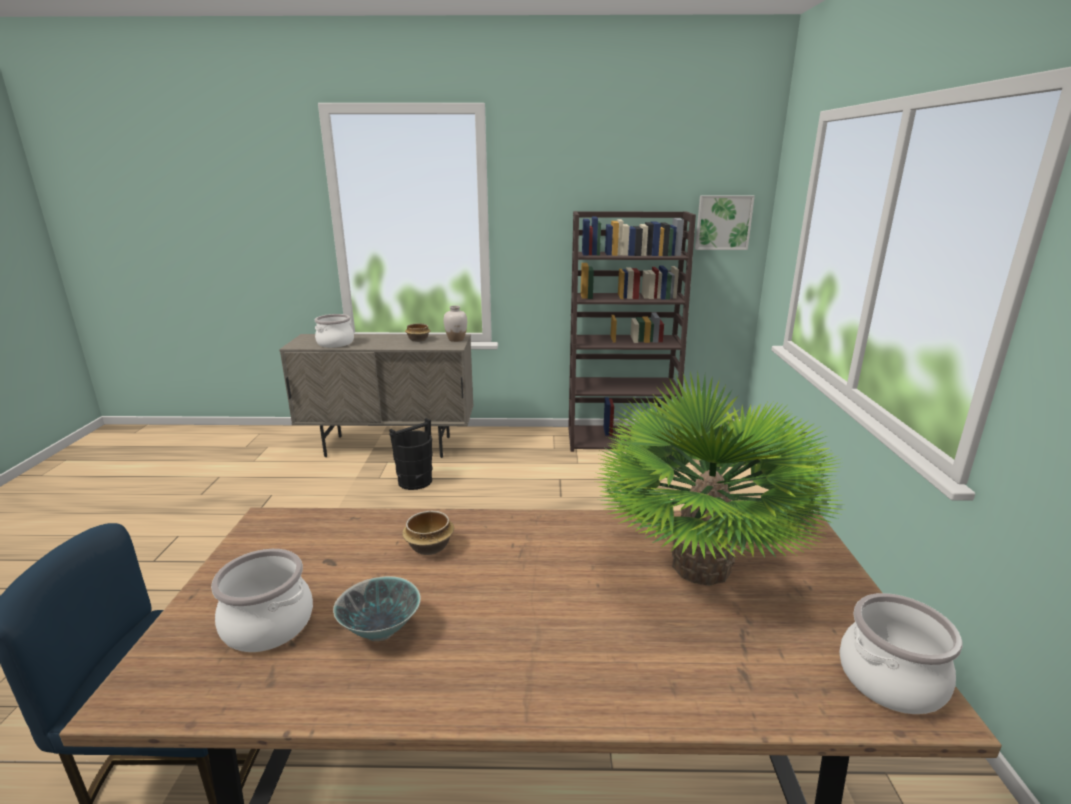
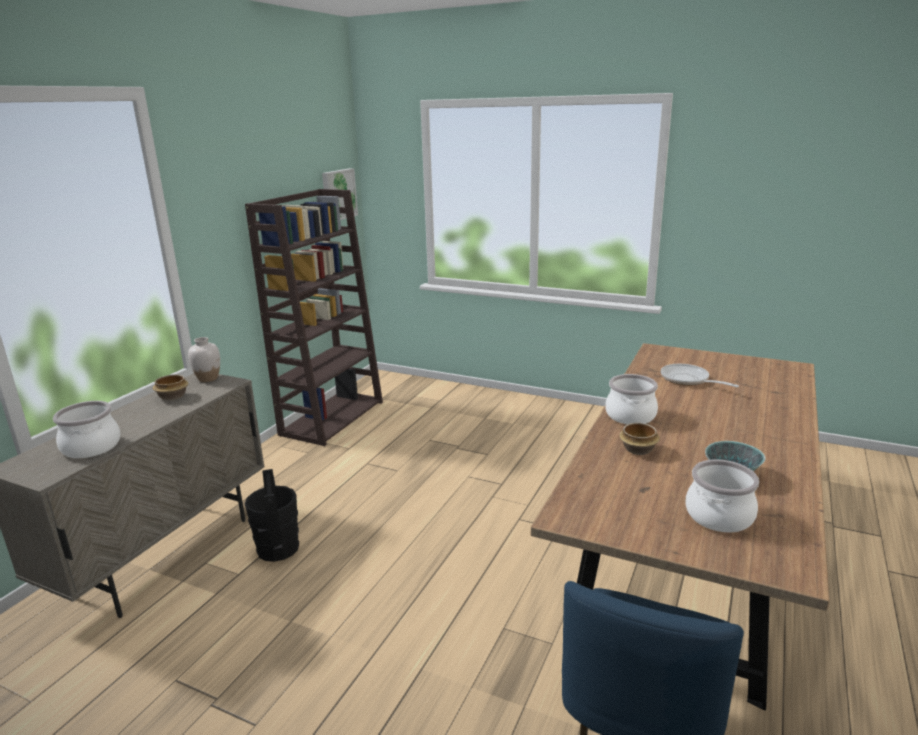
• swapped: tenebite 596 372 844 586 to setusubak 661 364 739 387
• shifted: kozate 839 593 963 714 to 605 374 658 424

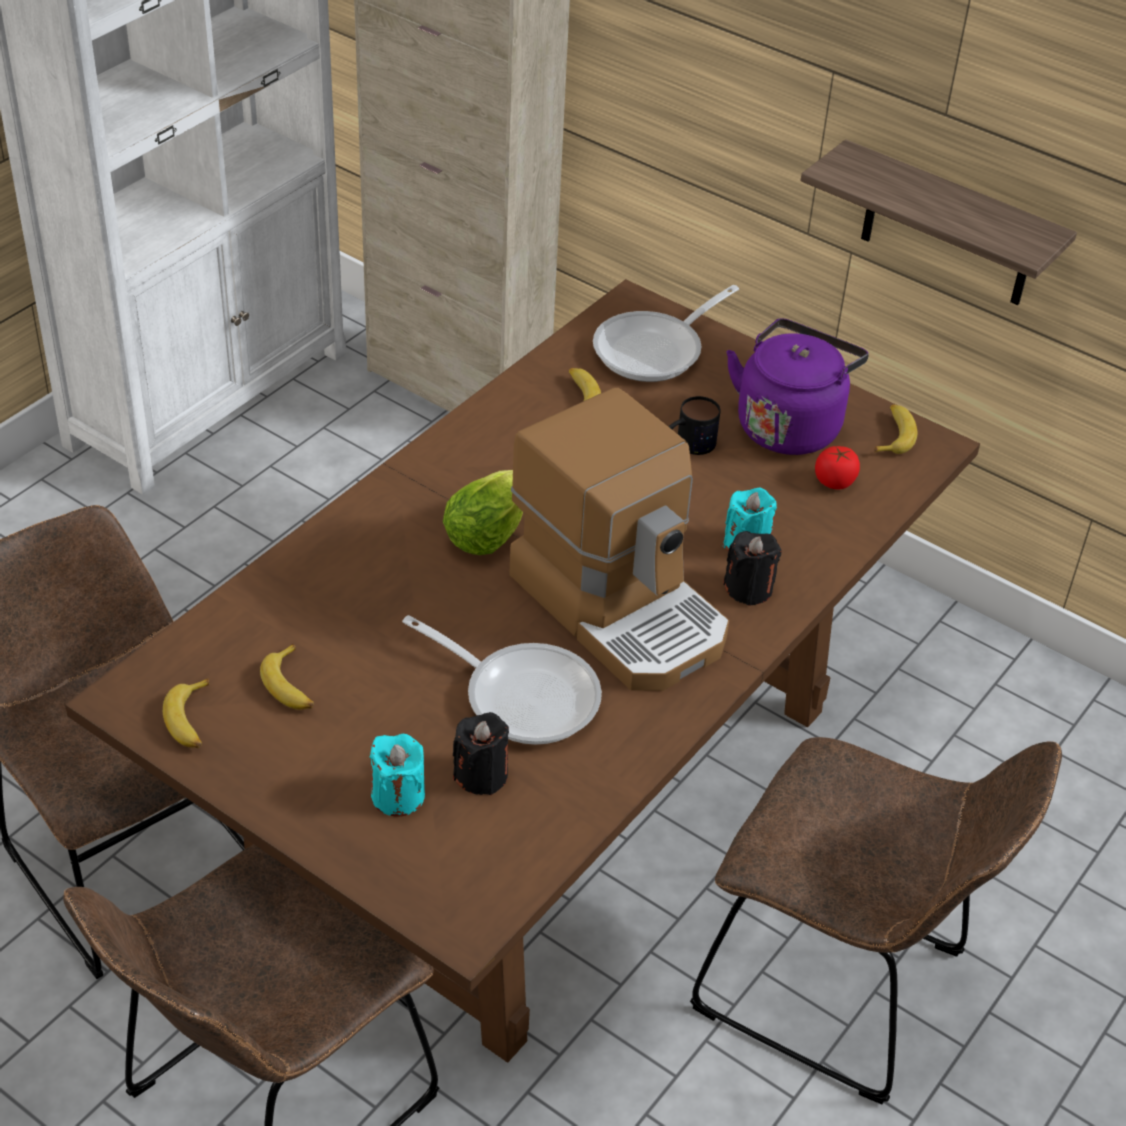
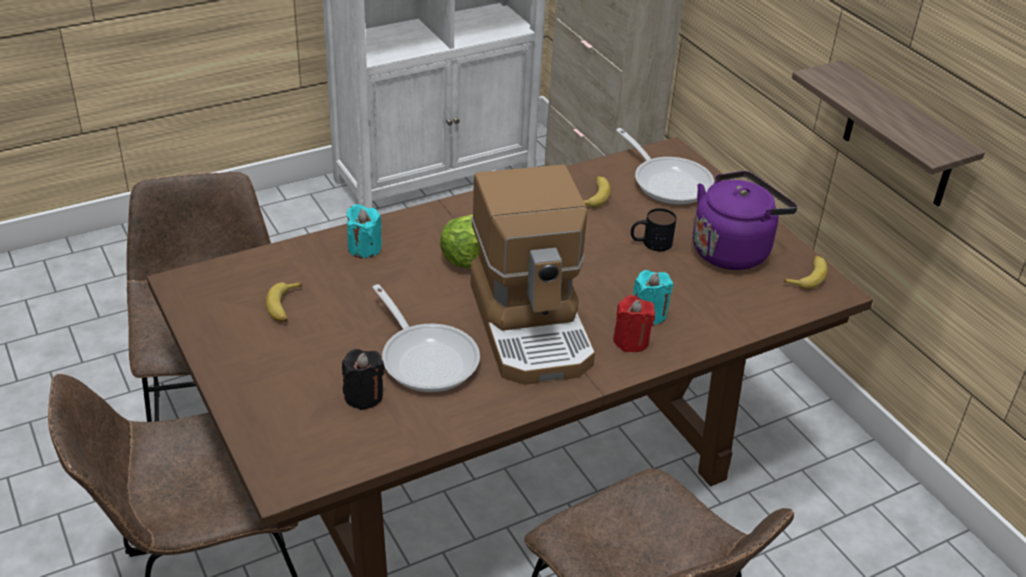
• gone: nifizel 163 678 209 748
• shifted: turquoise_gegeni 369 734 425 817 to 347 204 382 258
• rotated: setusubak 593 285 739 382 = 616 128 714 205 105 degrees counterclockwise
• repainted: black_gegeni 723 531 782 606 to red_gegeni 613 295 655 352
• gone: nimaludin 815 446 860 489

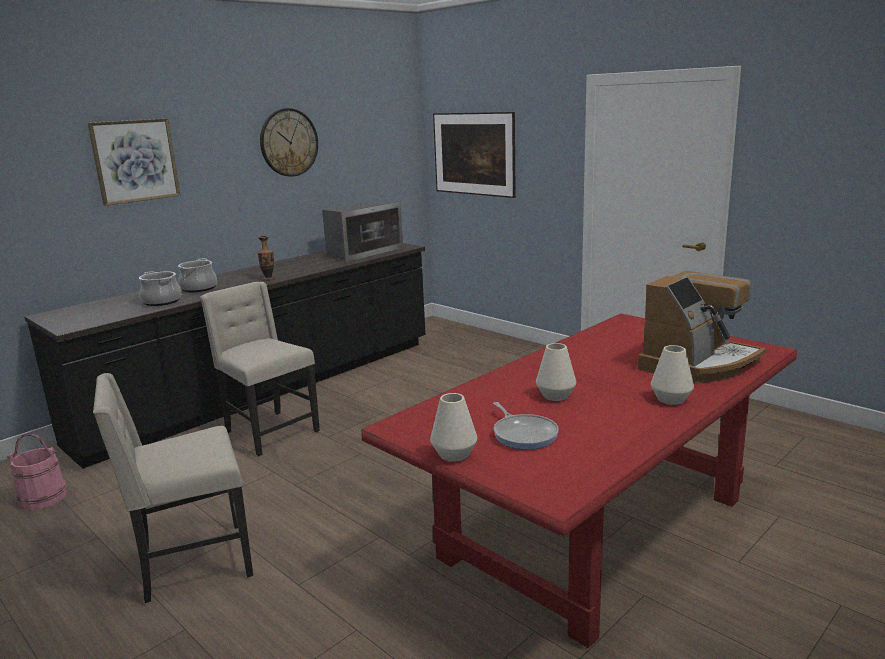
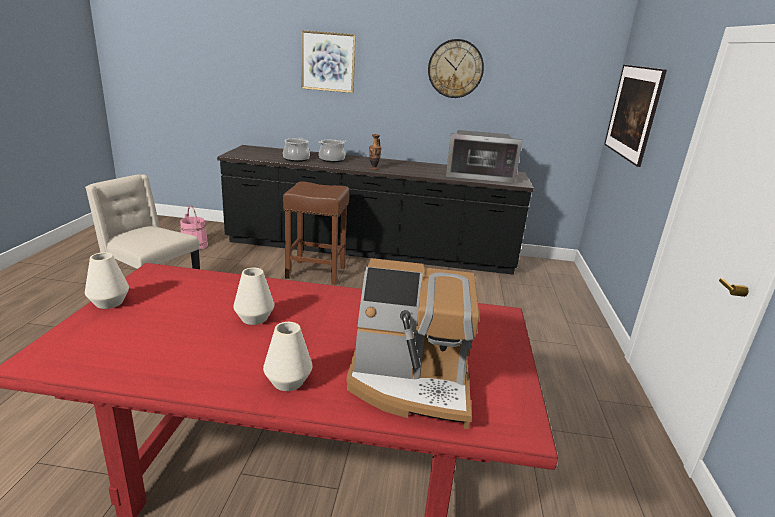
• swapped: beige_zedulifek 200 282 320 456 to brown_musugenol 283 181 350 285
• gone: setusubak 493 402 559 450

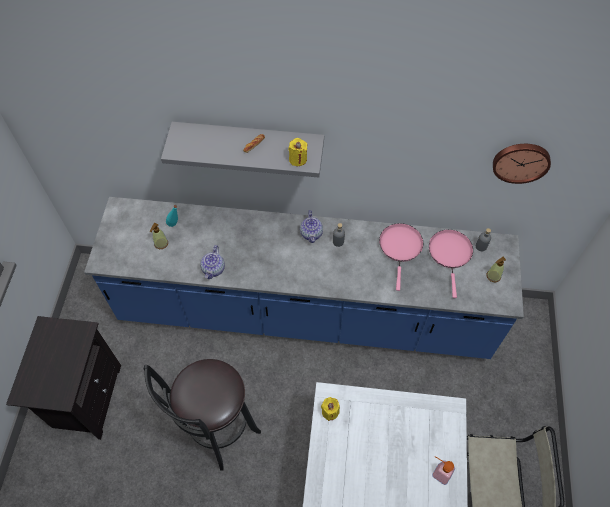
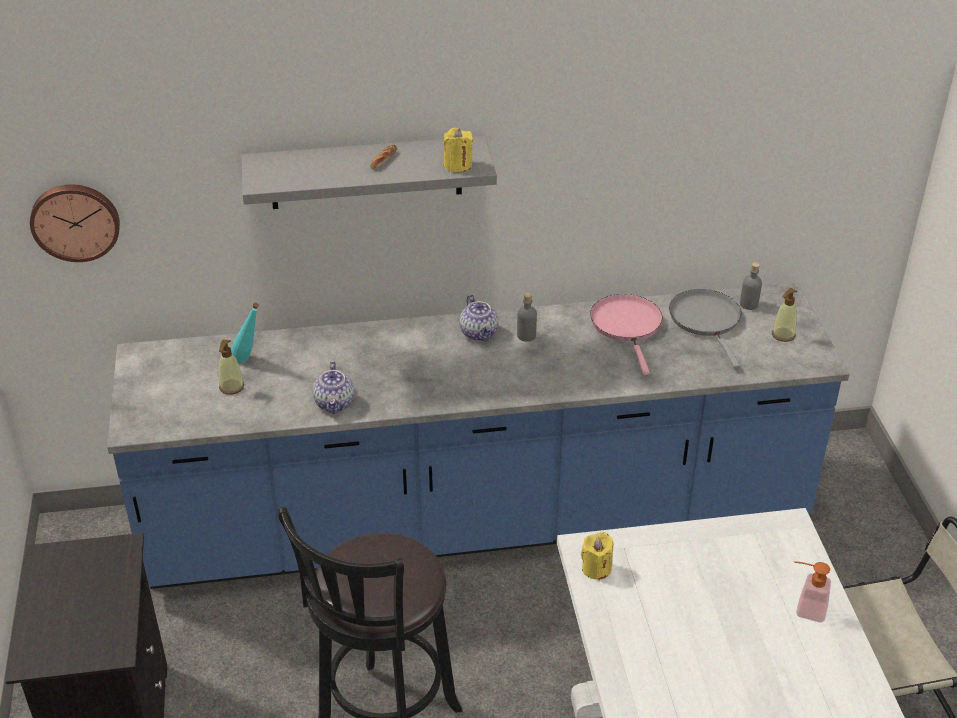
• repainted: pink_setusubak 429 229 473 298 to grey_setusubak 669 289 742 369
• shifted: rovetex 493 144 551 184 to 30 185 120 262

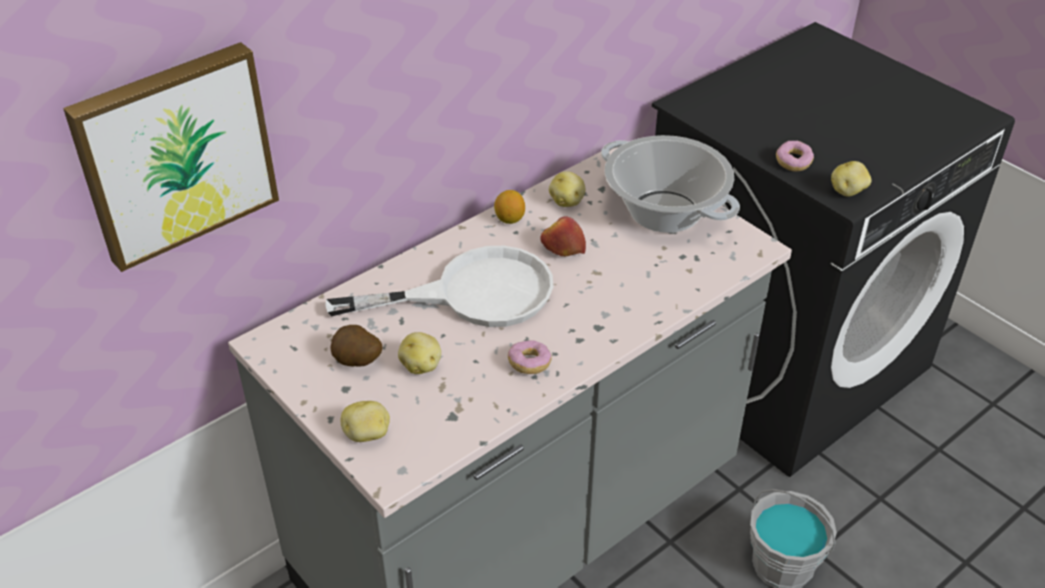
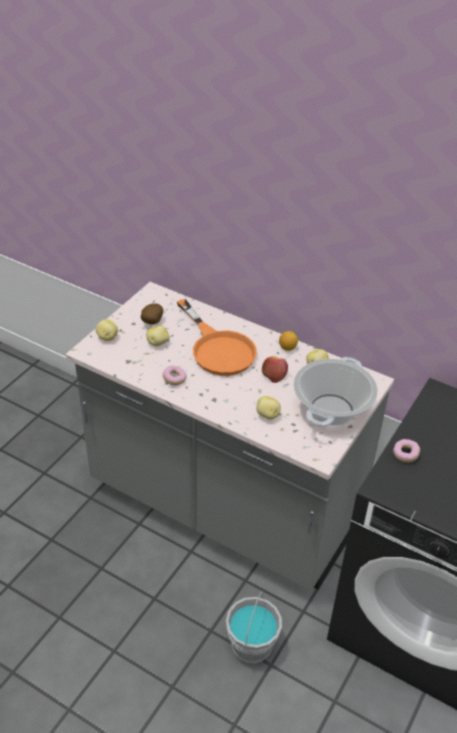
• gone: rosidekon 63 42 279 272
• repainted: white_setusubak 325 246 554 327 to orange_setusubak 177 299 257 376
• shifted: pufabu 831 161 872 197 to 256 396 281 419

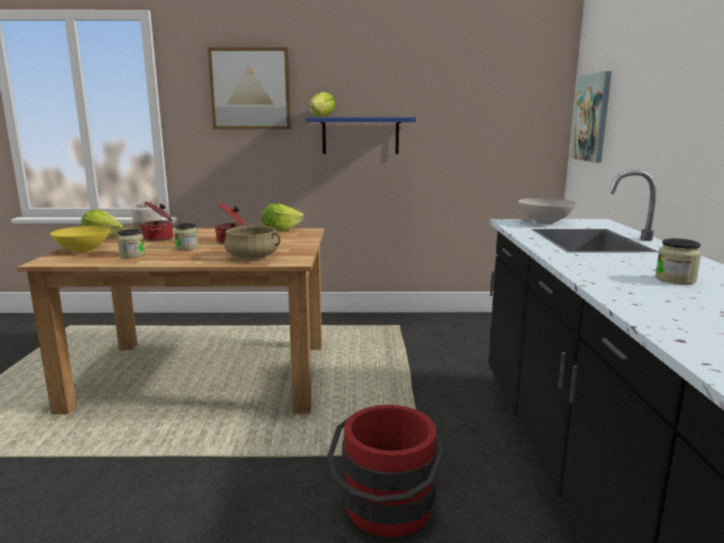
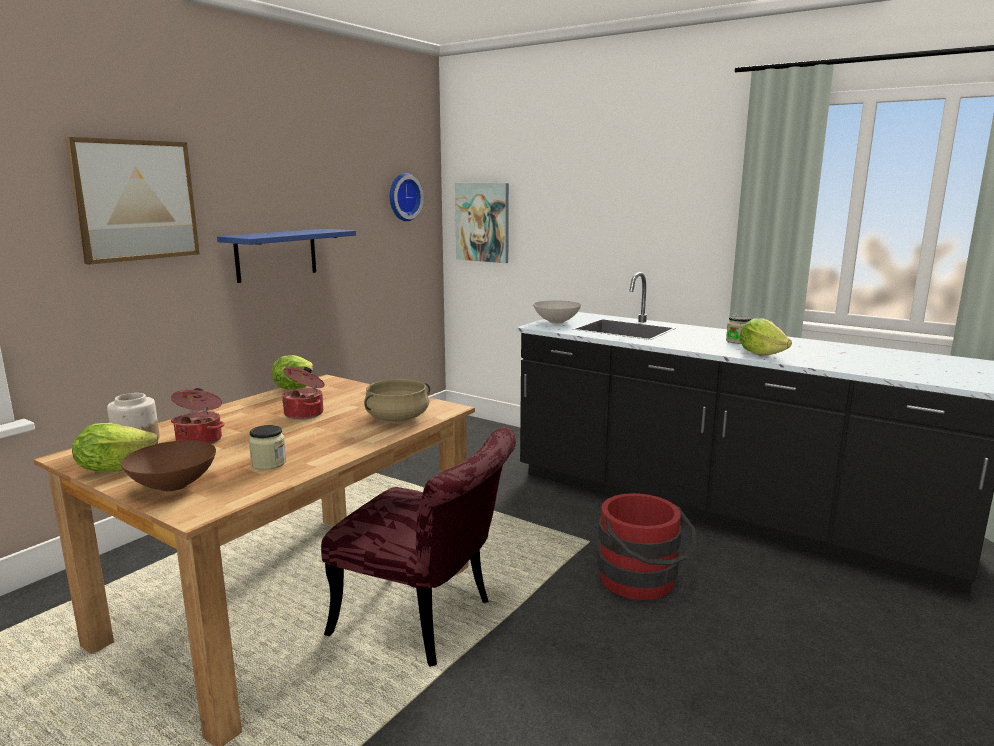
• repainted: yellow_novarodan 50 226 110 253 to brown_novarodan 121 440 216 492
• gone: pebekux 174 223 199 250
• shifted: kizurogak 310 92 336 117 to 740 318 792 355
• new: red_zedulifek 321 427 516 667
• new: rovetex 390 173 424 221

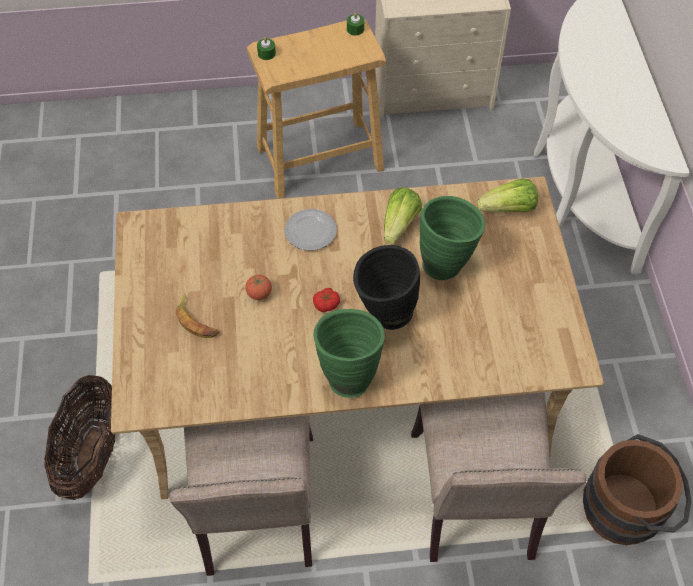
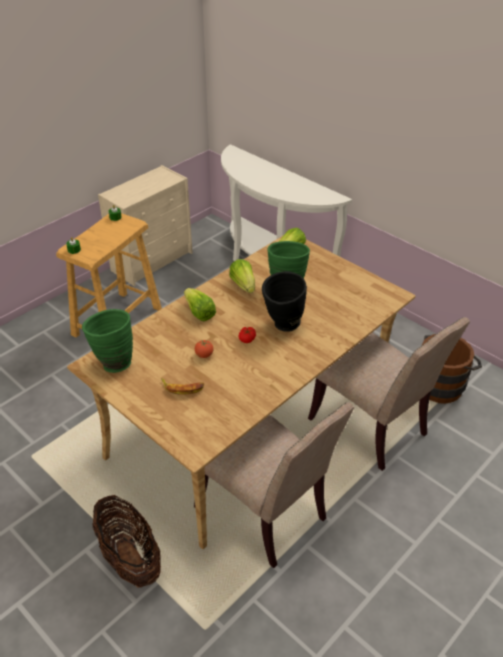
• swapped: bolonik 285 209 337 251 to kizurogak 184 288 216 321
• shifted: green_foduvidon 314 309 385 398 to 82 309 133 373

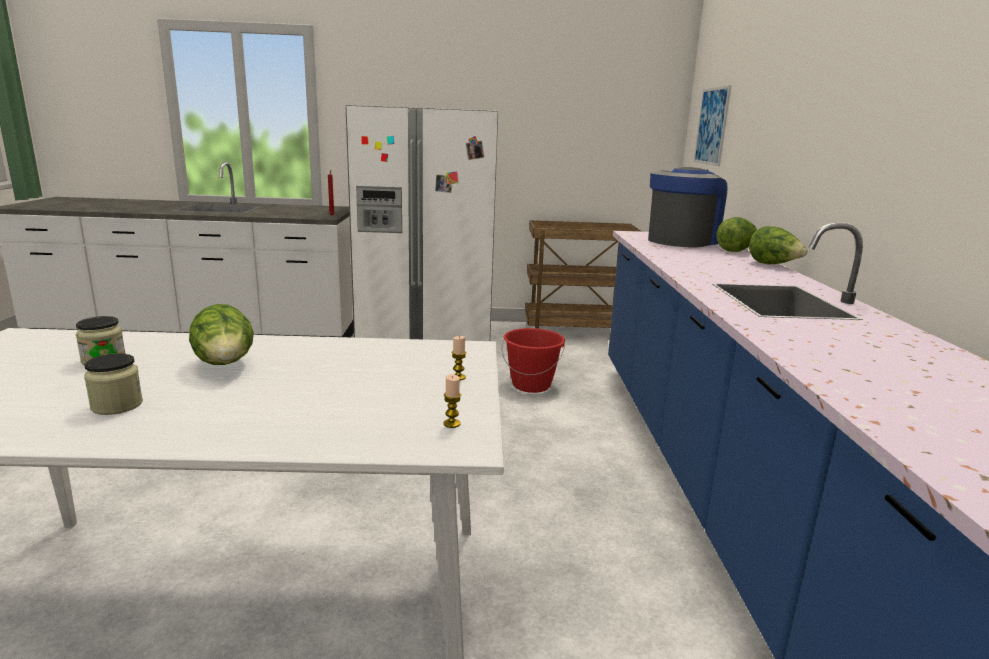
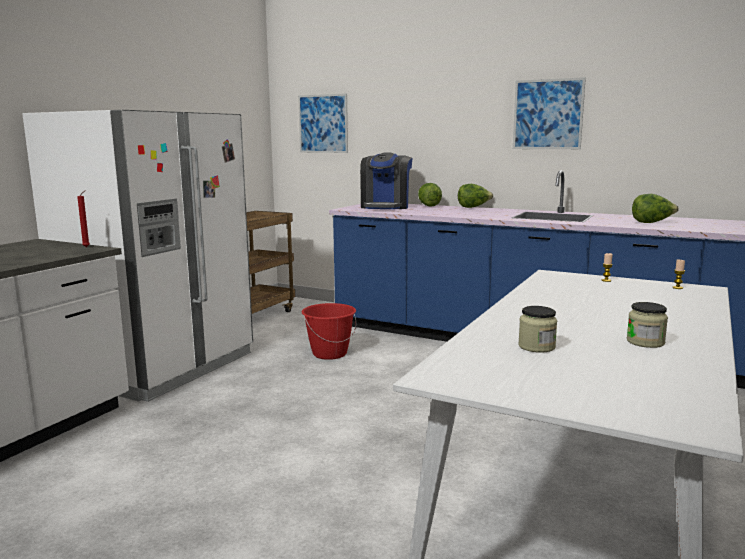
• shifted: kizurogak 189 304 254 365 to 632 194 679 223
• rotated: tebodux 648 167 728 248 = 360 152 412 209 150 degrees counterclockwise
• new: rosidekon 513 77 586 149

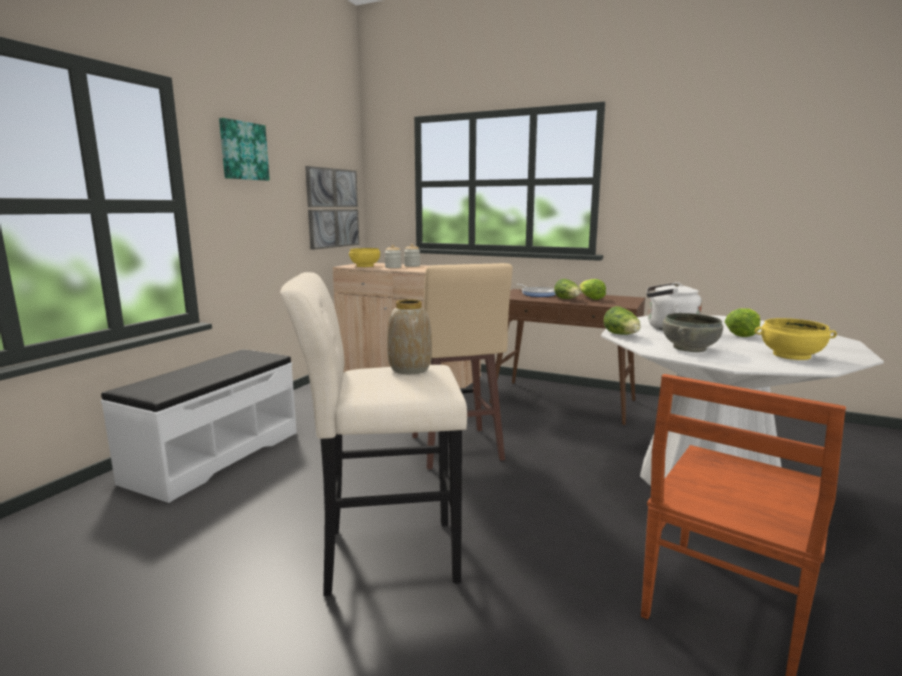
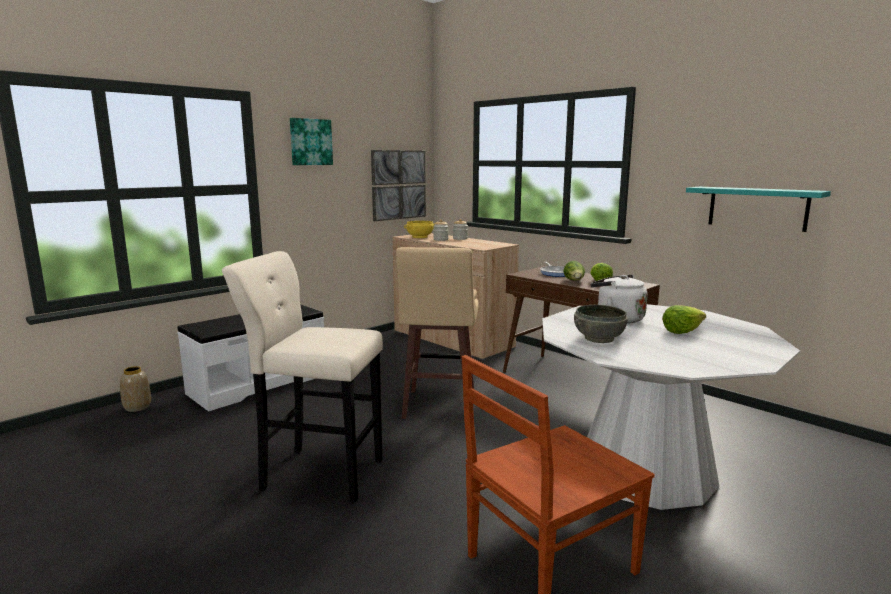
• shifted: foduvidon 387 299 432 374 to 120 366 151 412
• gone: kizurogak 603 306 641 335
• gone: yellow_novarodan 755 318 837 360
• new: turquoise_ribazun 686 187 831 232

